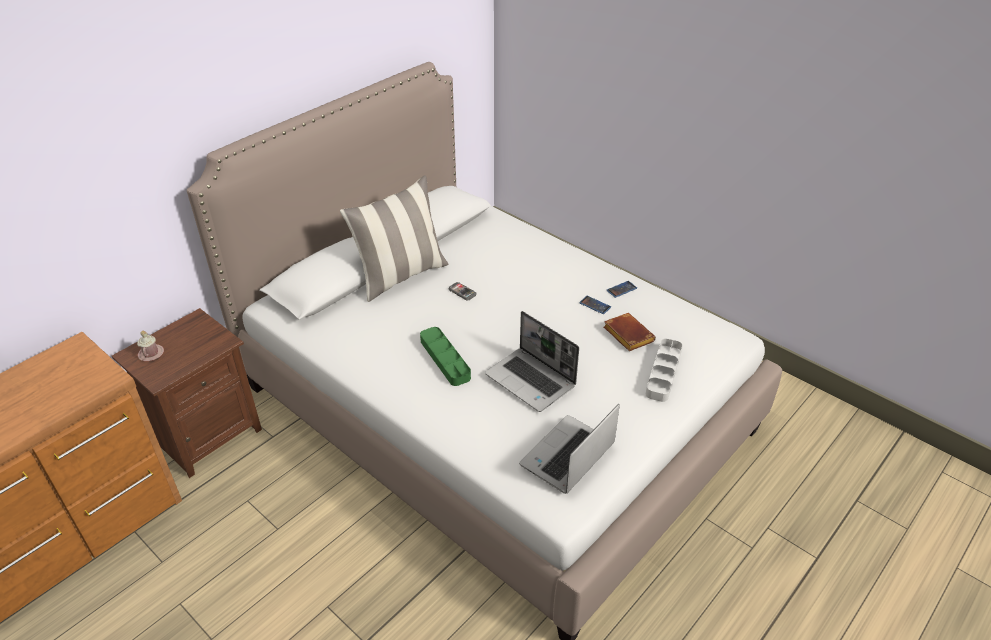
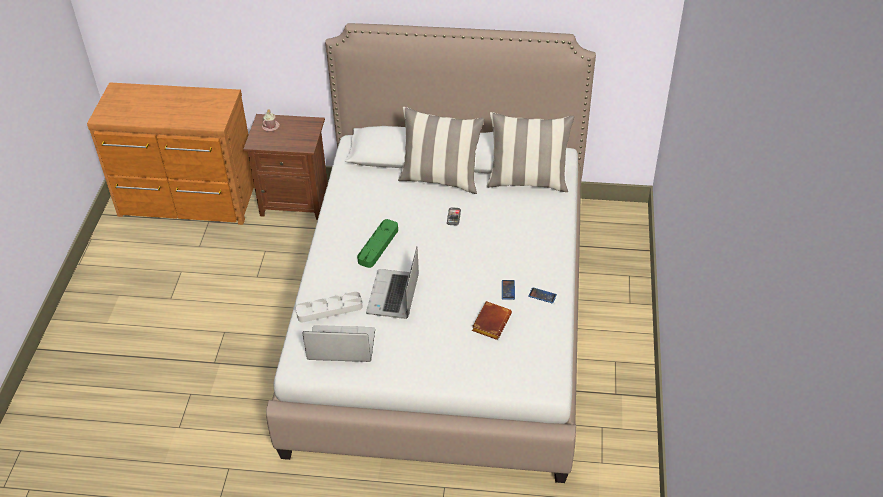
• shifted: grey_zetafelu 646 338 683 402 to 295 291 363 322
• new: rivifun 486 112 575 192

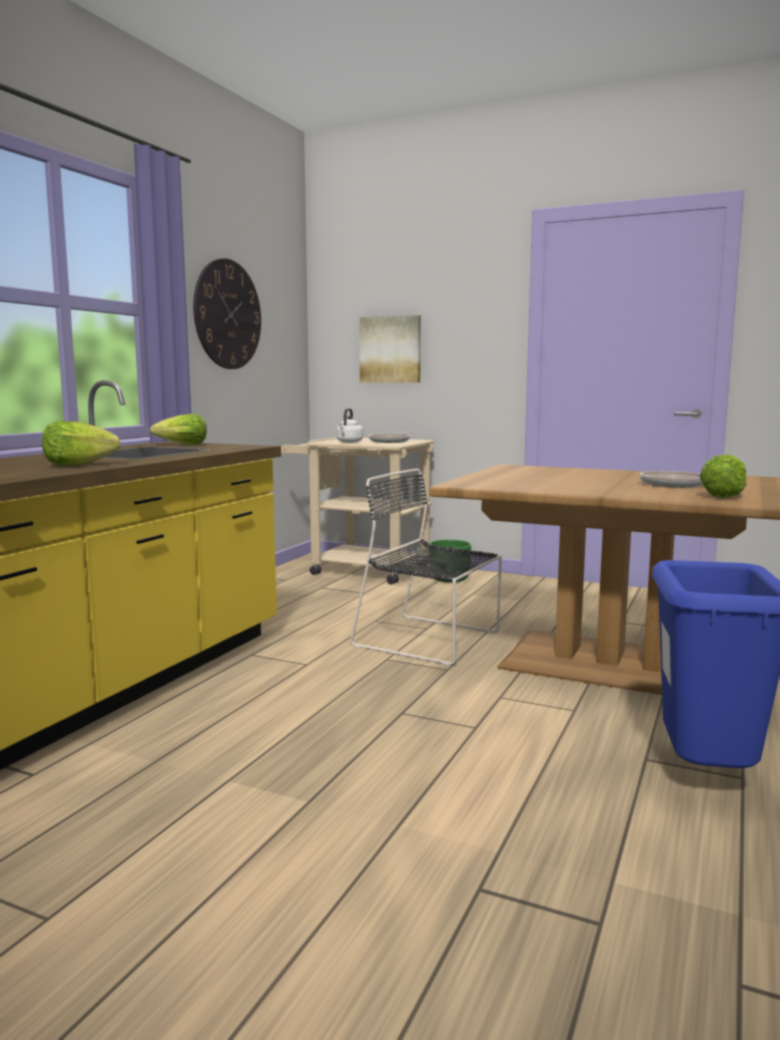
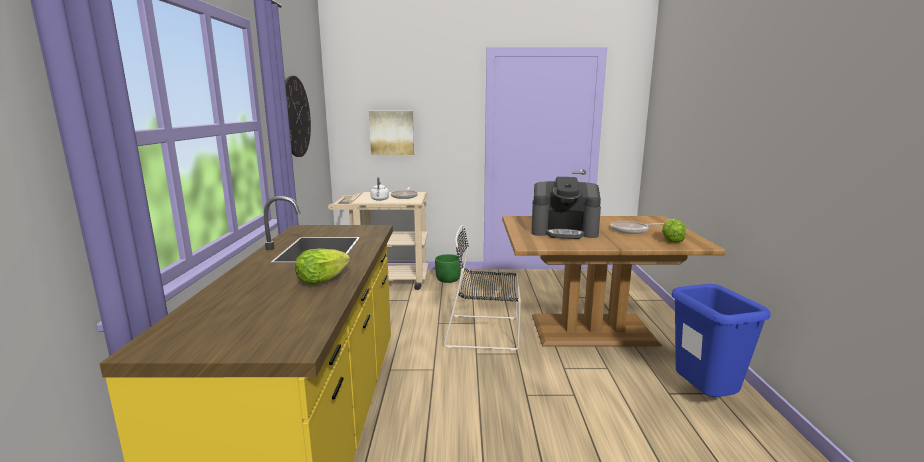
• gone: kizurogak 150 414 207 445
• new: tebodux 532 177 601 239

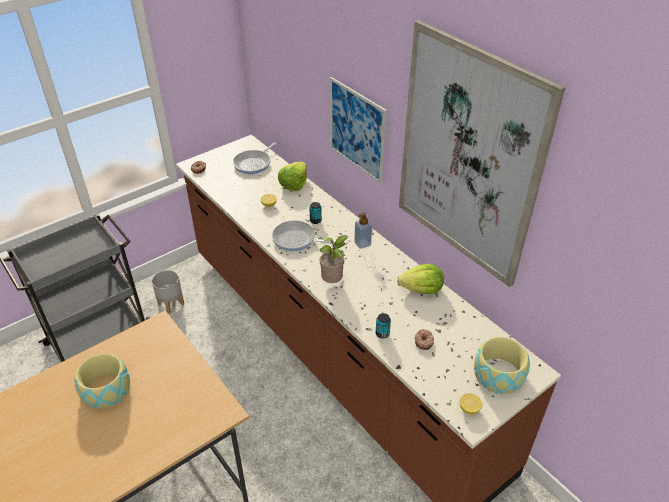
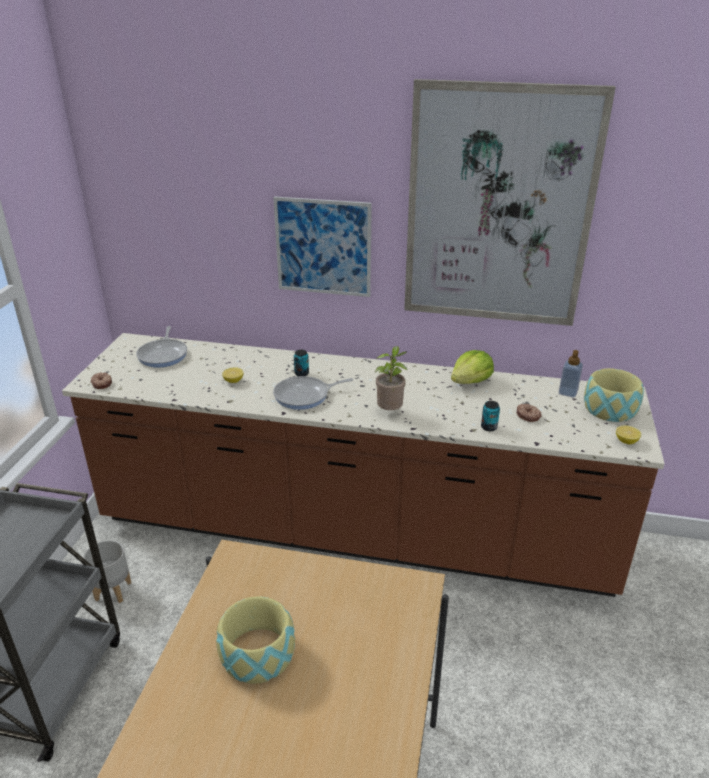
• gone: kizurogak 278 162 307 191
• shifted: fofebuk 354 213 372 249 to 559 350 583 398

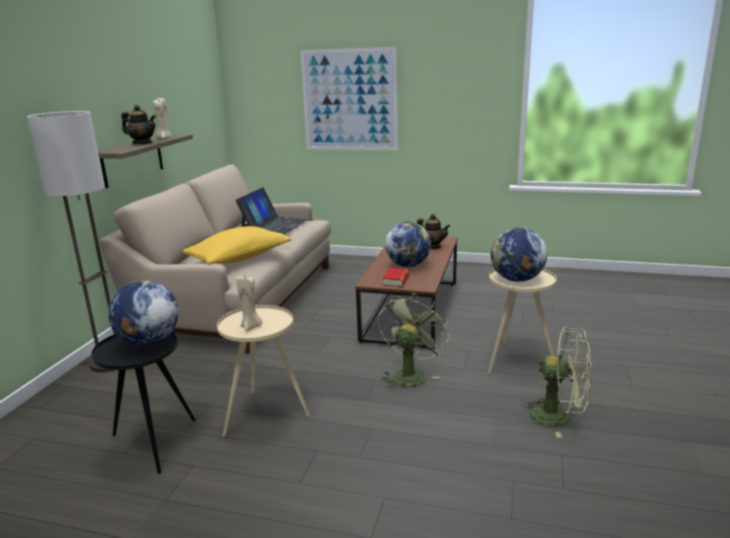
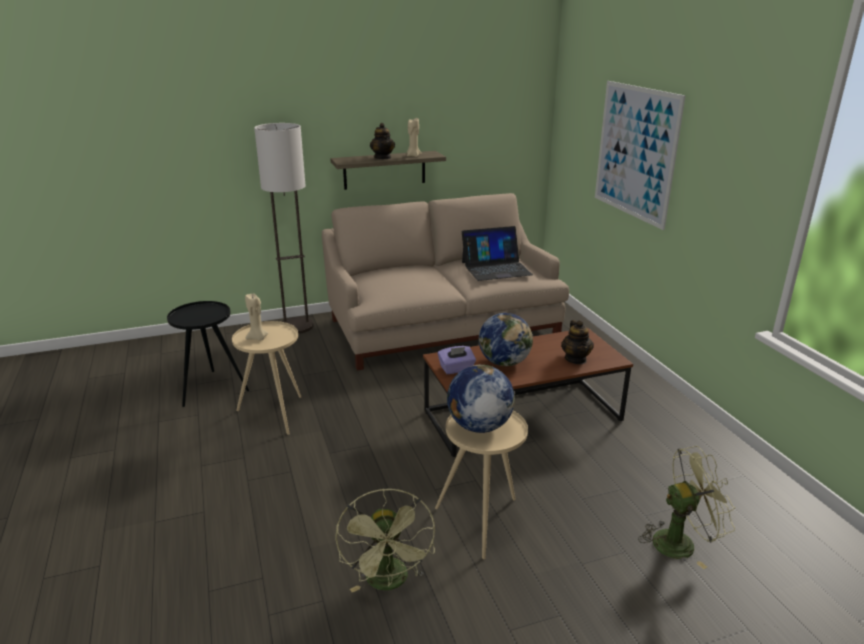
• gone: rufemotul 107 280 179 346
• gone: yellow_rivifun 183 226 291 265
• shifted: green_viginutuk 378 294 449 390 to 638 446 736 569
• swapped: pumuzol 383 268 409 287 to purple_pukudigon 438 346 476 374

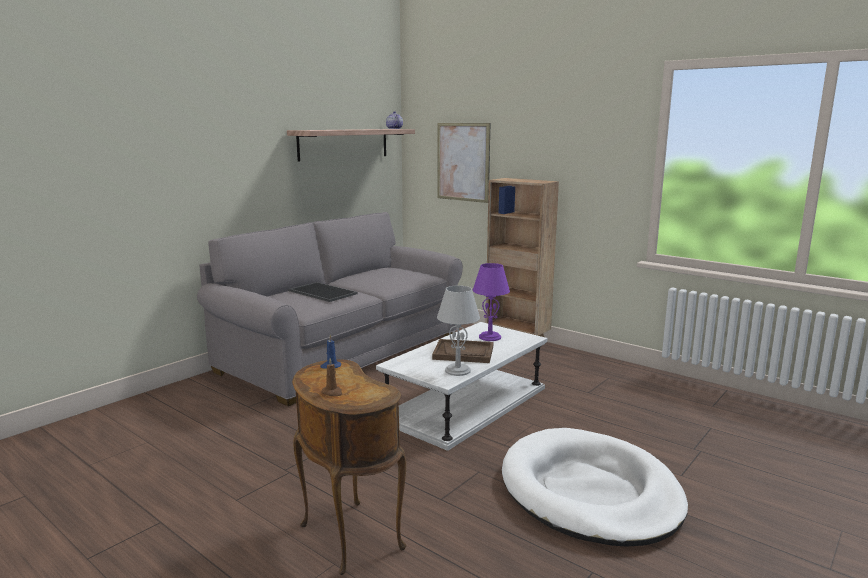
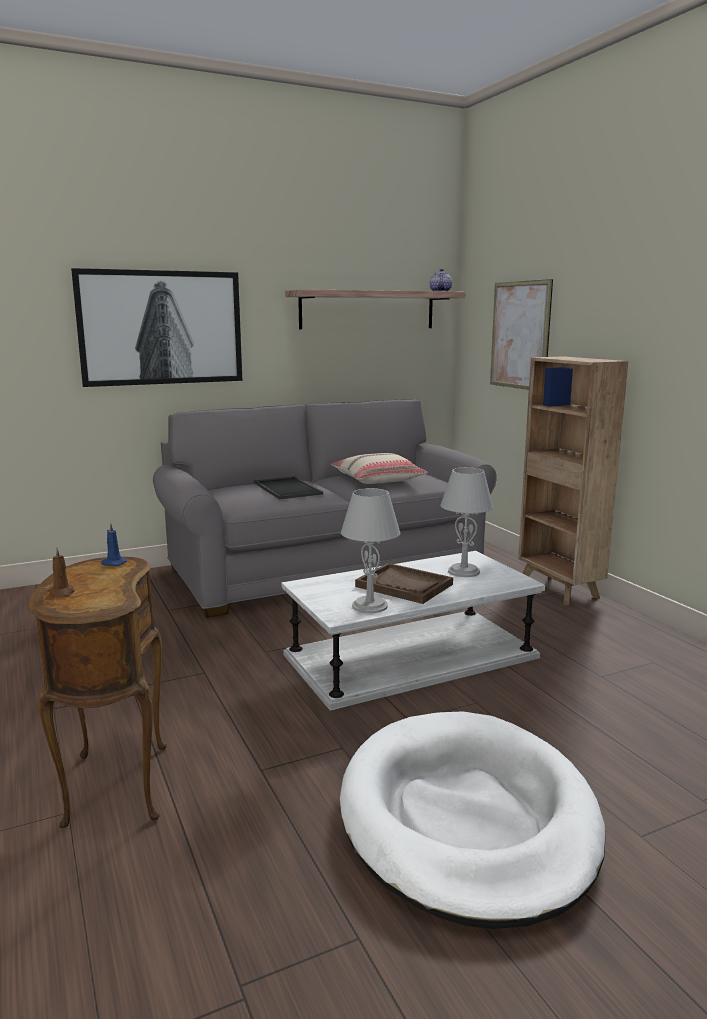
• repainted: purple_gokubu 473 263 510 341 to grey_gokubu 440 467 493 577
• new: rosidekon 71 268 242 387
• new: beige_rivifun 331 453 428 484

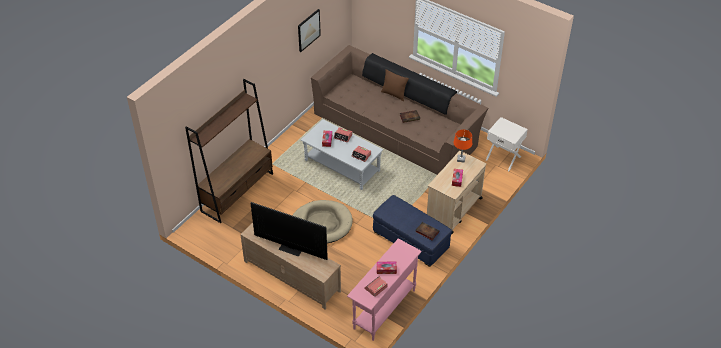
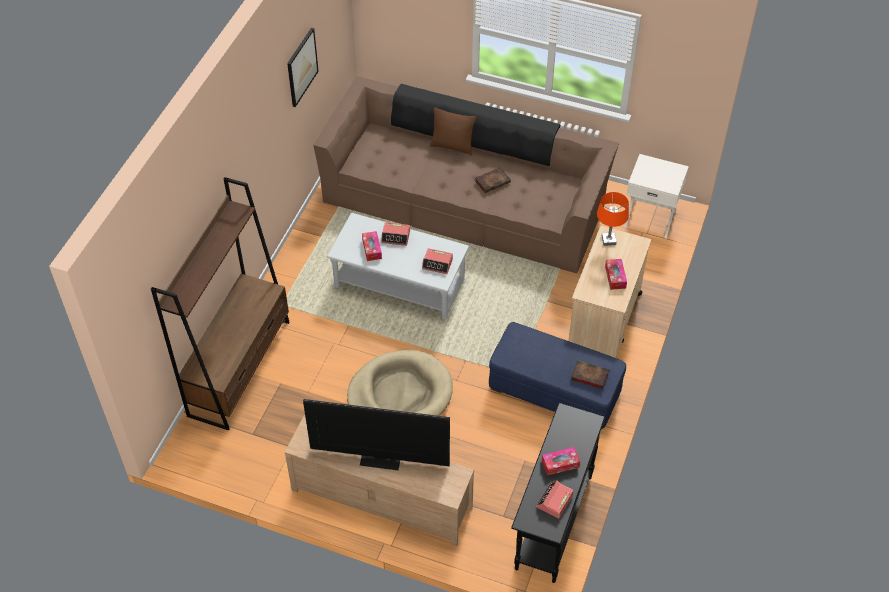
• repainted: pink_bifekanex 347 238 422 341 to black_bifekanex 511 403 605 583

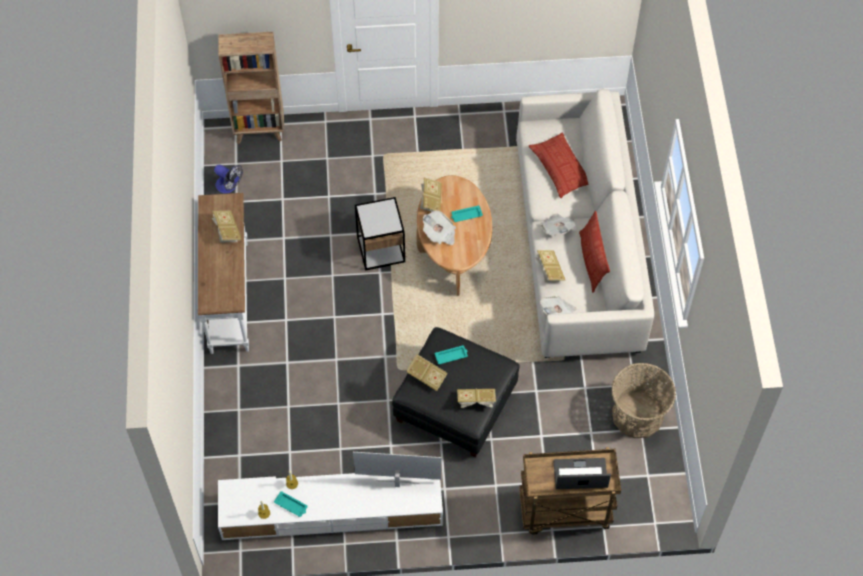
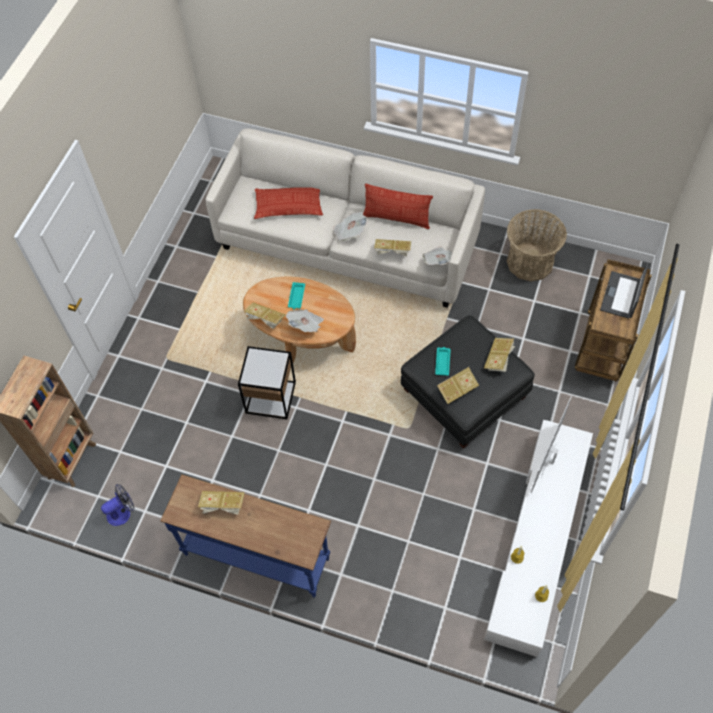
• repainted: white_bifekanex 198 193 249 354 to blue_bifekanex 160 474 331 598
• gone: turquoise_zetafelu 274 491 308 517

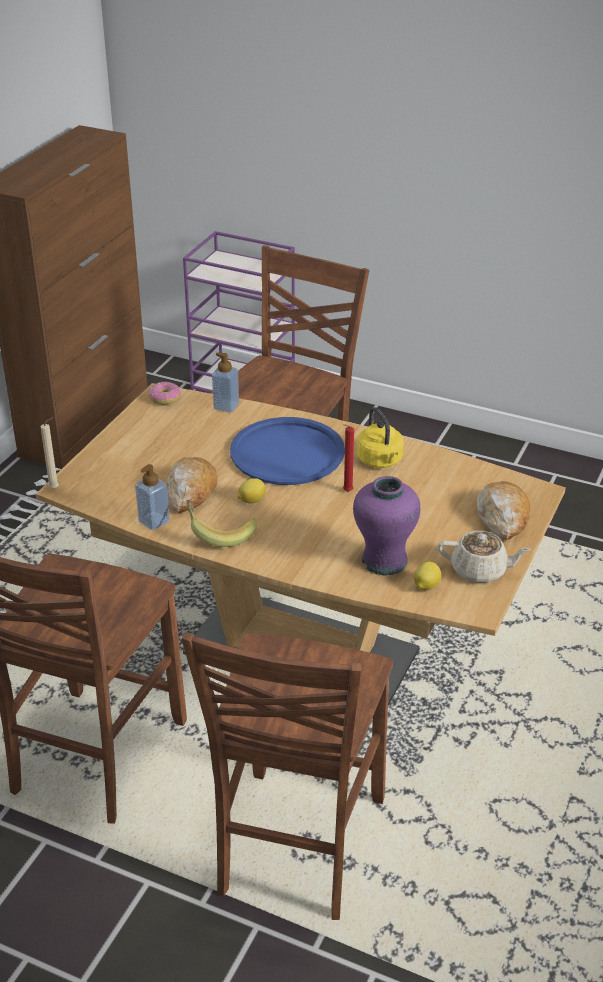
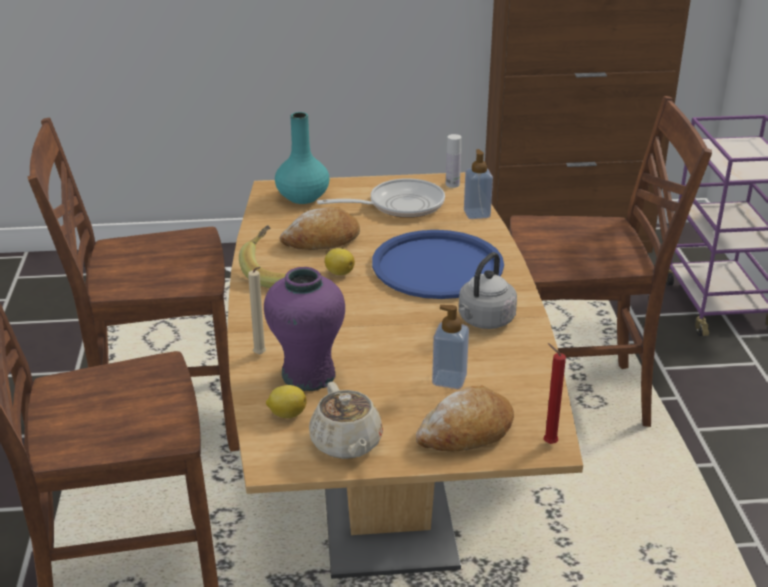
• shifted: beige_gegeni 41 417 59 489 to 248 267 266 354
• shifted: fofebuk 135 464 170 530 to 432 305 469 389
• swapped: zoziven 149 382 181 405 to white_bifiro 446 134 461 188
• shifted: red_gegeni 343 424 354 492 to 544 343 566 444
• repainted: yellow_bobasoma 357 407 404 468 to grey_bobasoma 459 252 517 329
• new: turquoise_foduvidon 275 112 330 204
• new: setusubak 317 178 445 218

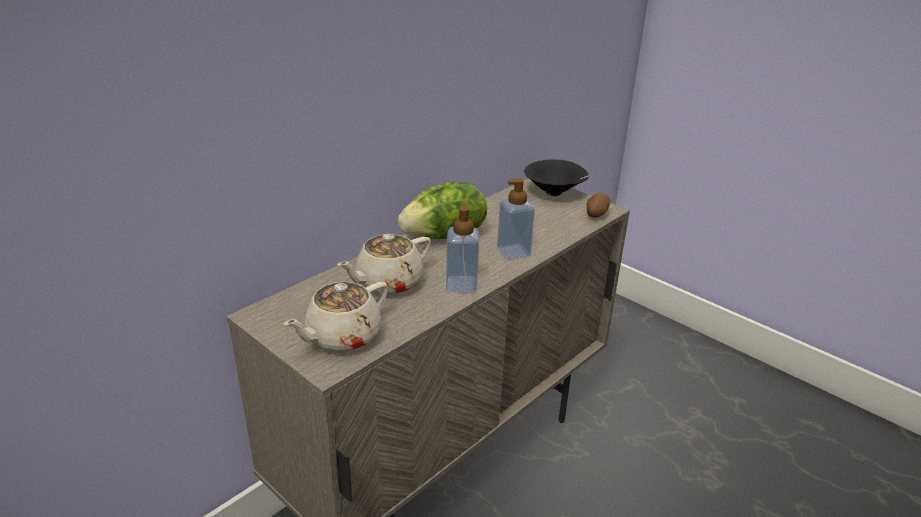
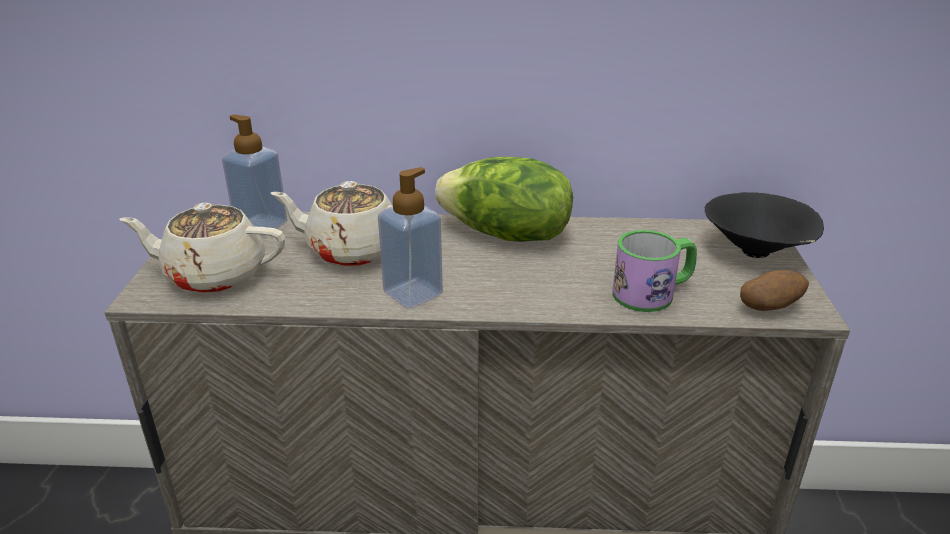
• shifted: fofebuk 497 178 535 260 to 222 114 287 236
• new: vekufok 612 230 697 312

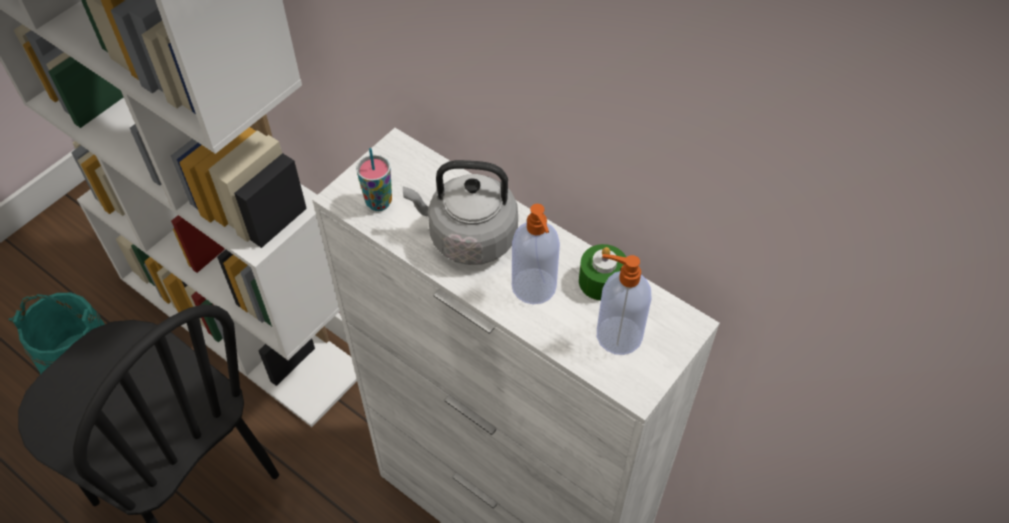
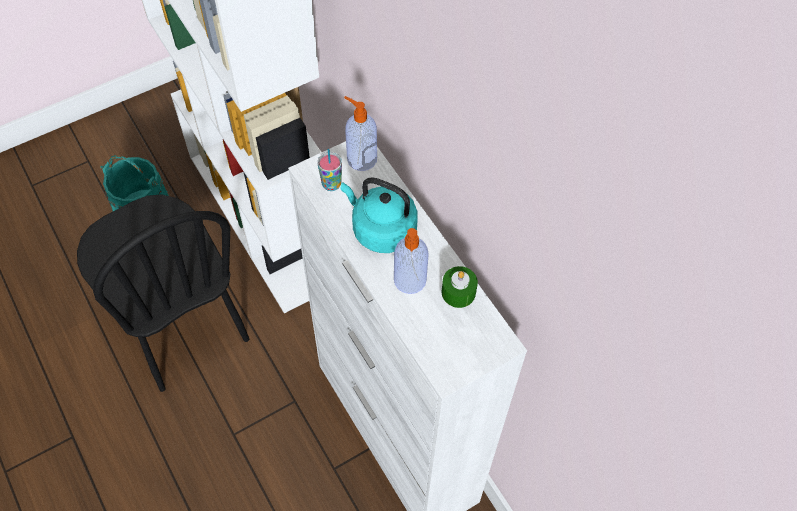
• repainted: grey_bobasoma 403 160 518 265 to turquoise_bobasoma 341 177 418 253
• shifted: fofebuk 597 254 651 355 to 344 96 377 171

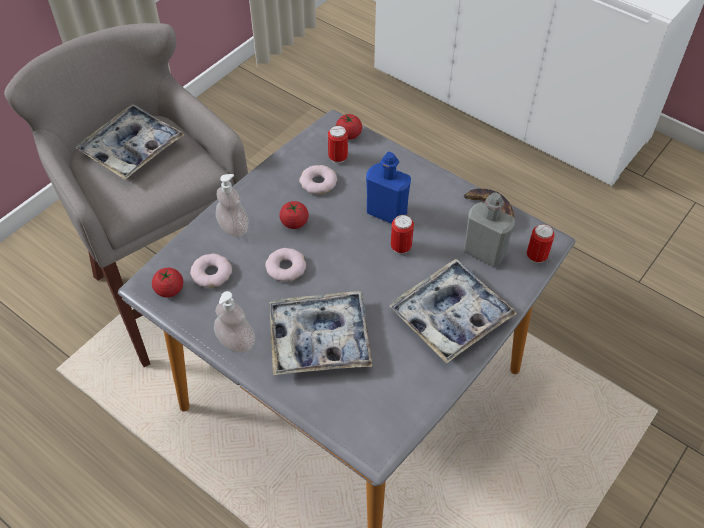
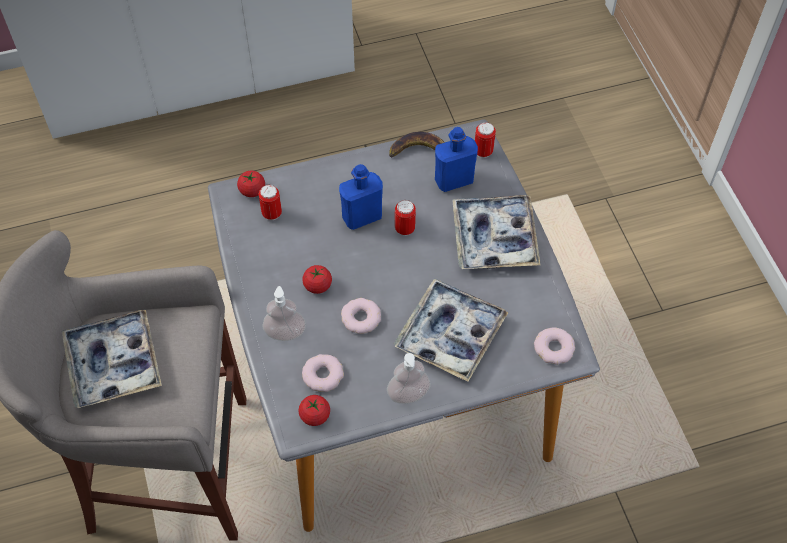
• shifted: zoziven 299 165 337 194 to 534 327 575 365
• repainted: grey_bifiro 464 192 515 267 to blue_bifiro 435 127 478 192

